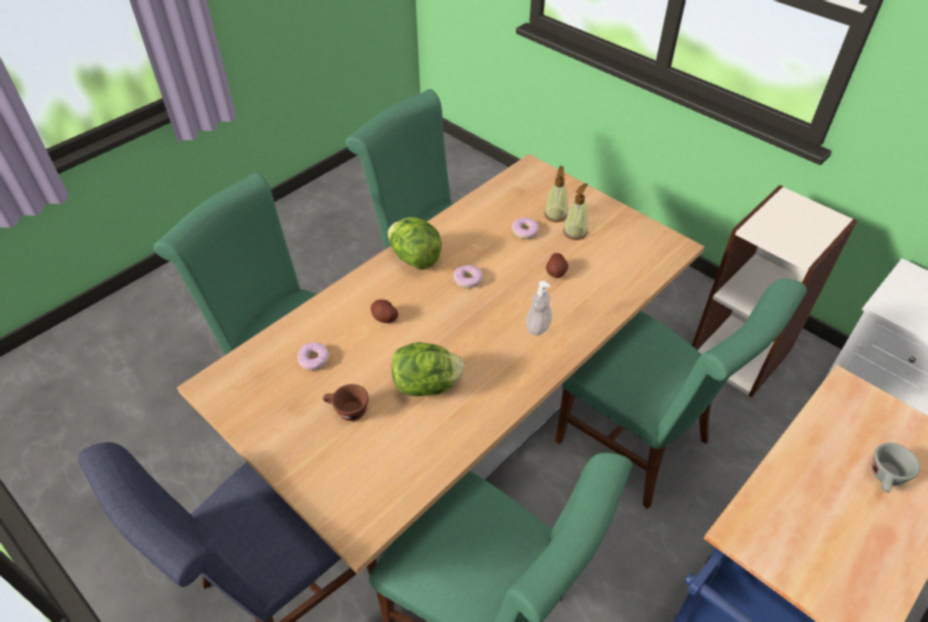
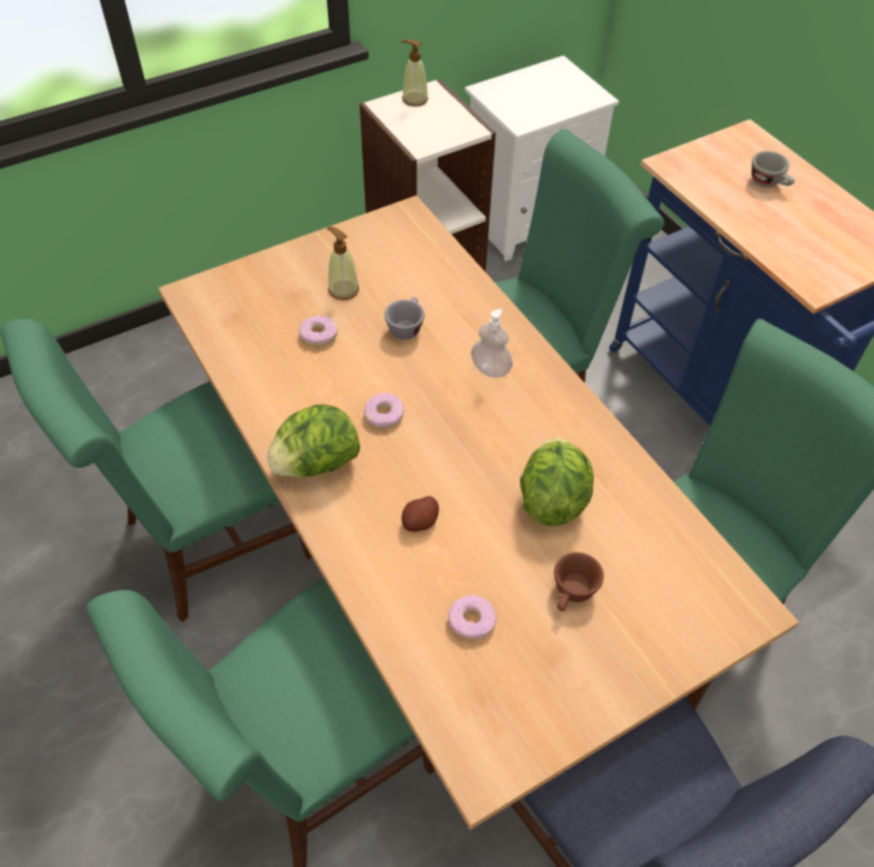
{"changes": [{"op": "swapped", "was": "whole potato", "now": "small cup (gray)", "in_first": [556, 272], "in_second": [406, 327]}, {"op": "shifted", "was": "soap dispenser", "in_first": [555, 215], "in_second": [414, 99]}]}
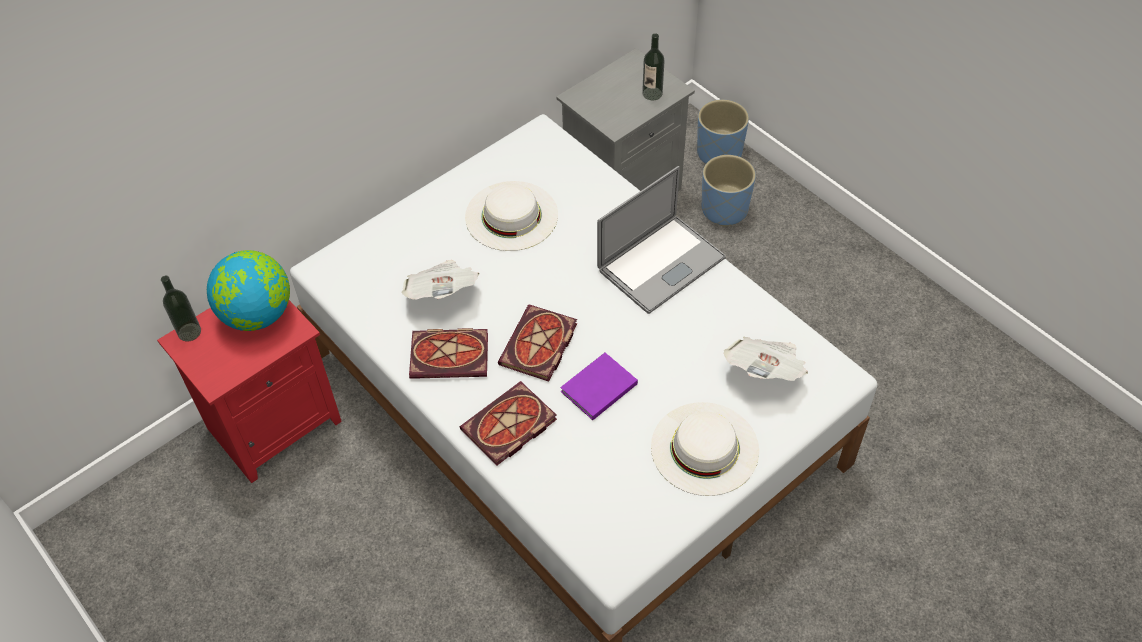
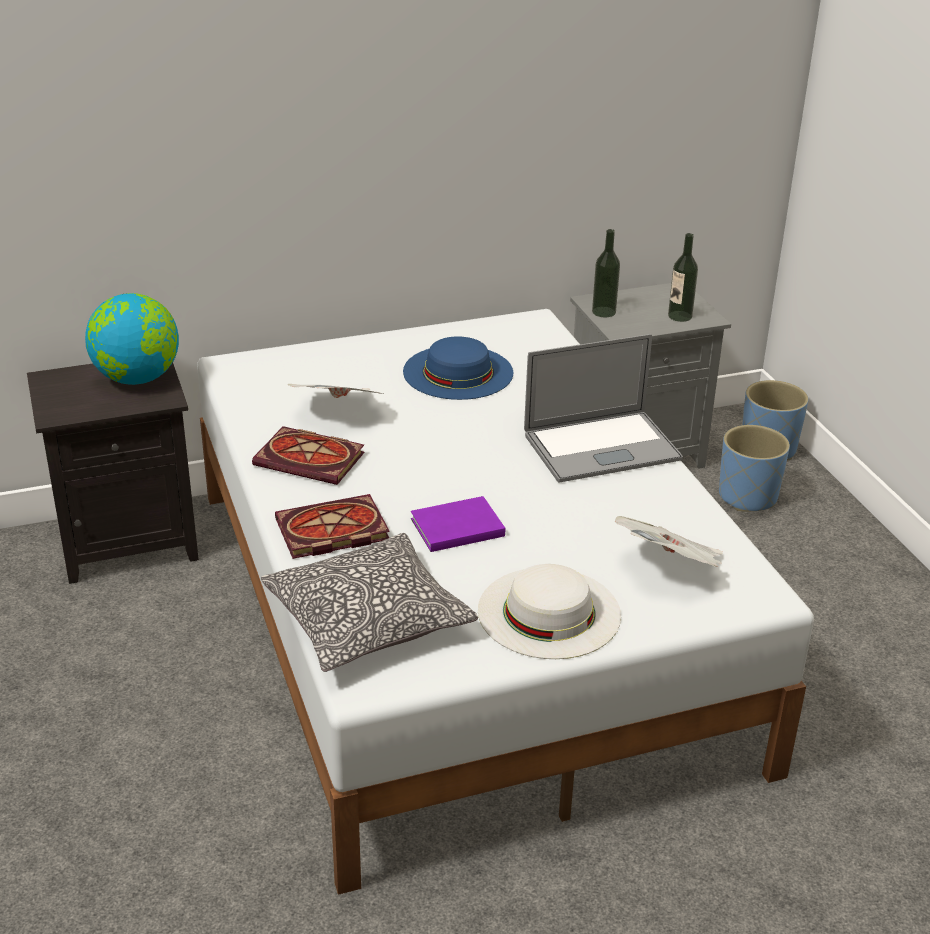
{"changes": [{"op": "repainted", "was": "bedside table (reddish)", "now": "bedside table (black-coloured)", "in_first": [274, 422], "in_second": [130, 541]}, {"op": "new", "now": "throw pillow", "in_second": [368, 619]}, {"op": "repainted", "was": "wearable hat (whitish)", "now": "wearable hat (blue-coloured)", "in_first": [511, 215], "in_second": [458, 372]}, {"op": "shifted", "was": "beverage bottle", "in_first": [189, 332], "in_second": [603, 312]}, {"op": "gone", "was": "bound book", "in_first": [539, 347]}]}
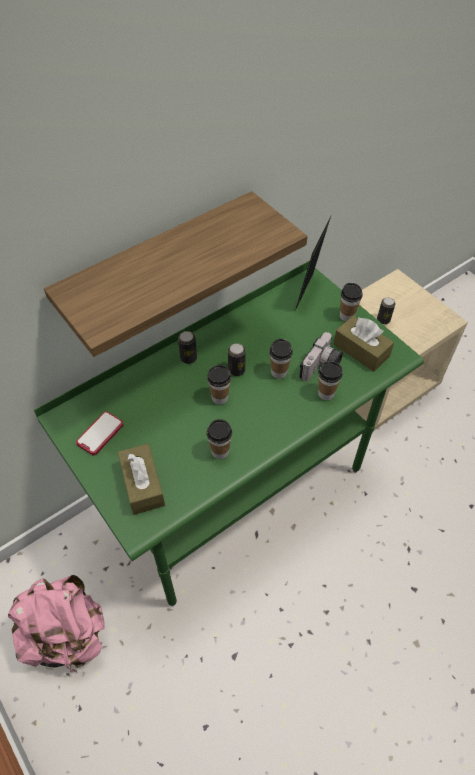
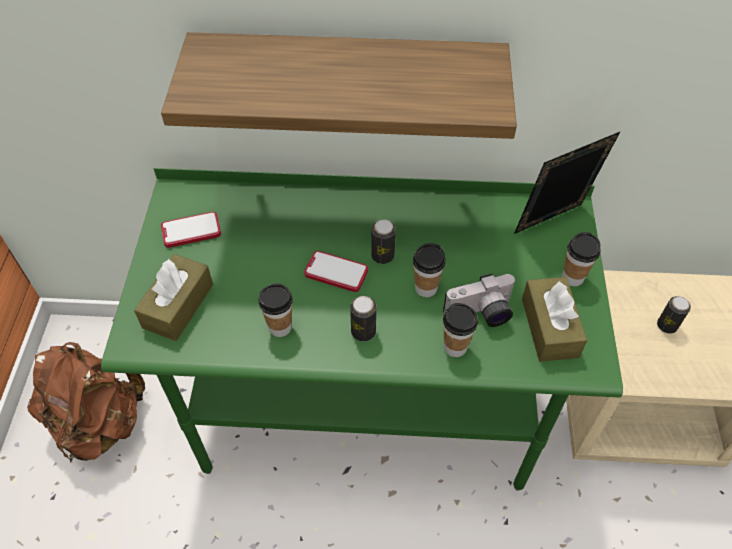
{"changes": [{"op": "repainted", "was": "rucksack (pinkish)", "now": "rucksack (brown)", "in_first": [66, 635], "in_second": [100, 423]}, {"op": "swapped", "was": "small cup", "now": "handset", "in_first": [220, 397], "in_second": [336, 272]}, {"op": "shifted", "was": "metal can", "in_first": [188, 358], "in_second": [363, 331]}]}
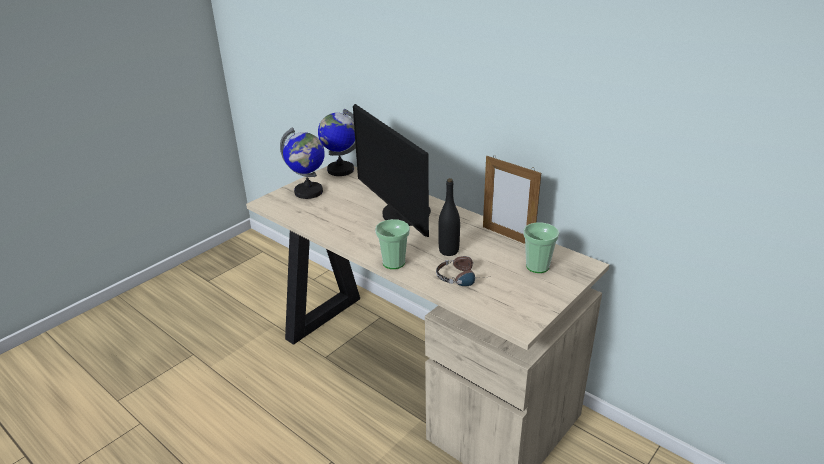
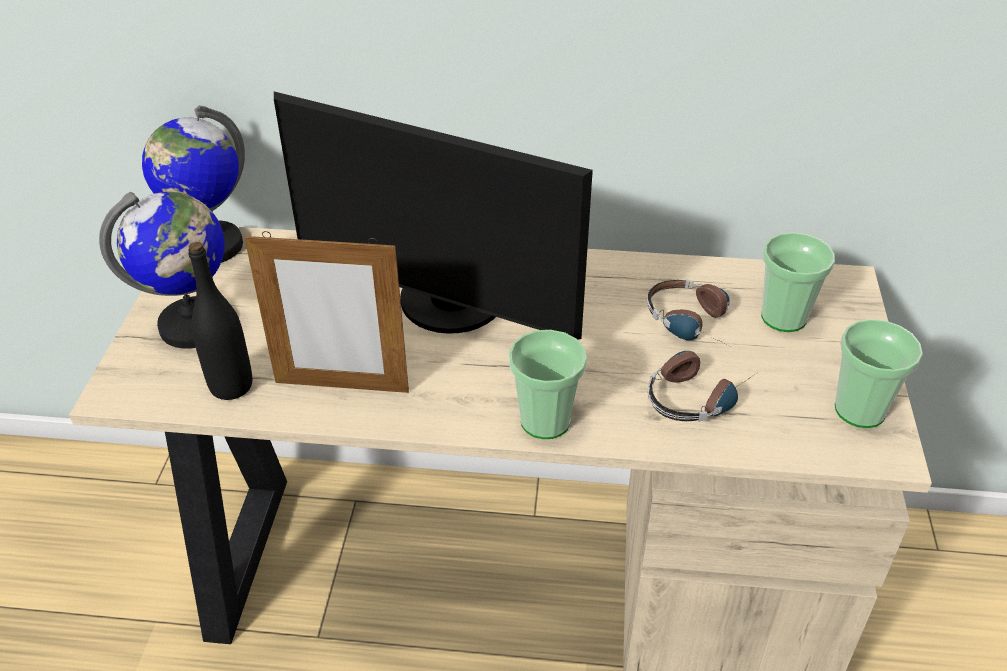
{"changes": [{"op": "shifted", "was": "beverage bottle (black-coloured)", "in_first": [448, 251], "in_second": [231, 386]}, {"op": "shifted", "was": "standing frame", "in_first": [507, 236], "in_second": [341, 386]}, {"op": "new", "now": "pair of headphones", "in_second": [696, 323]}, {"op": "new", "now": "small cup", "in_second": [859, 410]}]}
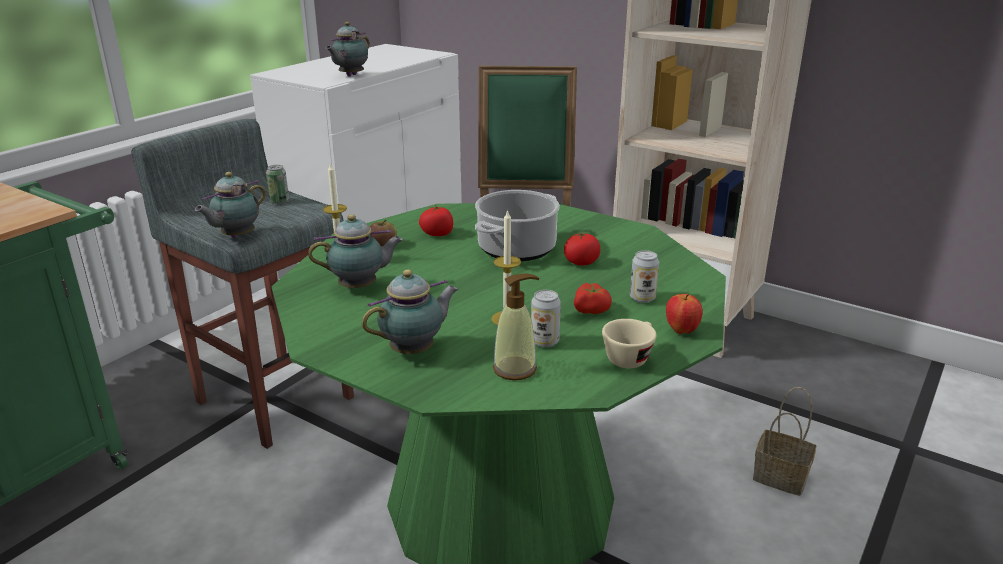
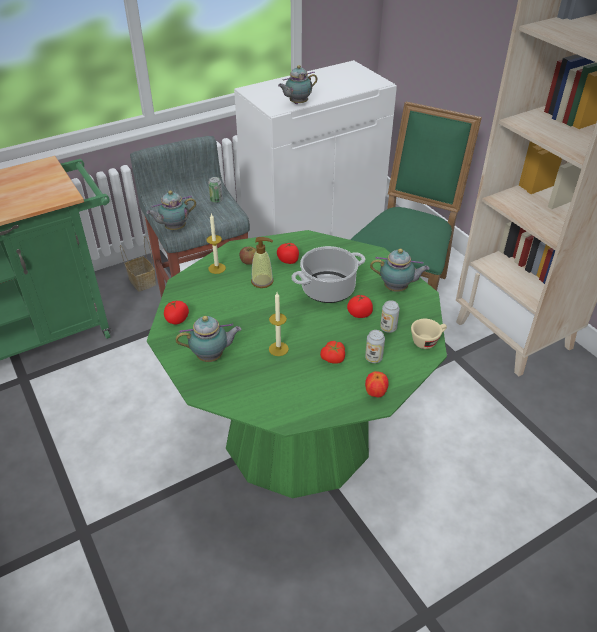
{"changes": [{"op": "shifted", "was": "basket", "in_first": [778, 477], "in_second": [141, 281]}, {"op": "new", "now": "tomato", "in_second": [177, 320]}, {"op": "shifted", "was": "soap dispenser", "in_first": [515, 369], "in_second": [262, 281]}, {"op": "shifted", "was": "pot for tea", "in_first": [361, 287], "in_second": [397, 288]}, {"op": "shifted", "was": "metal can", "in_first": [544, 341], "in_second": [388, 328]}, {"op": "shifted", "was": "small cup (beige-coloured)", "in_first": [630, 357], "in_second": [427, 341]}]}
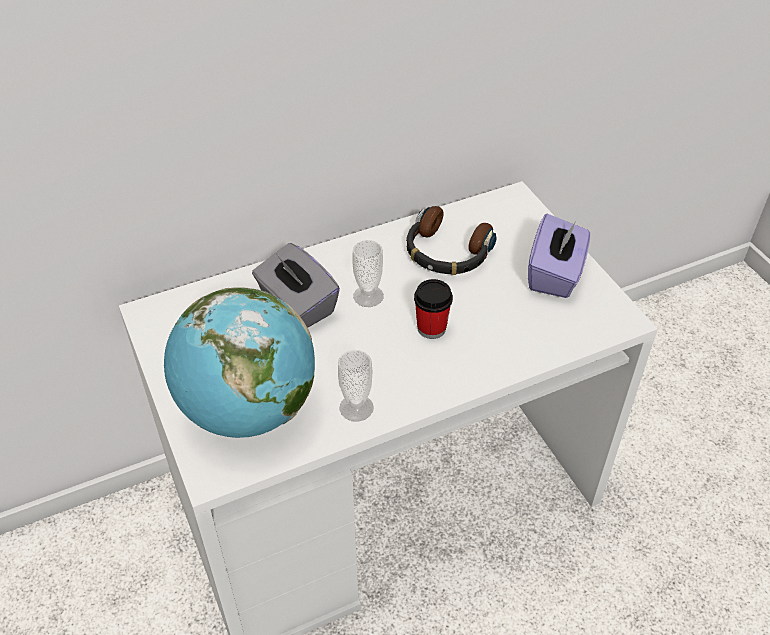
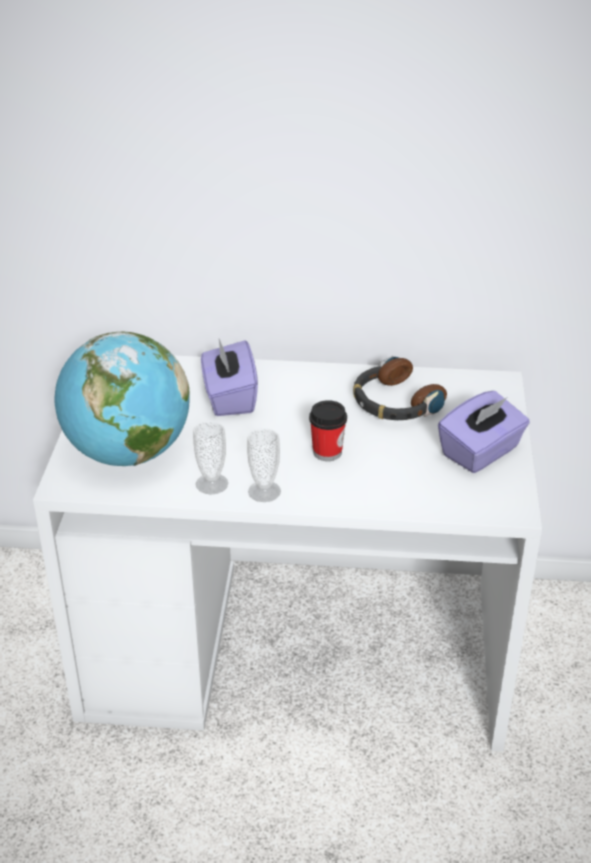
{"changes": [{"op": "repainted", "was": "tissue holder (gray)", "now": "tissue holder (purple-coloured)", "in_first": [297, 306], "in_second": [229, 398]}, {"op": "shifted", "was": "small cup", "in_first": [368, 296], "in_second": [264, 491]}]}
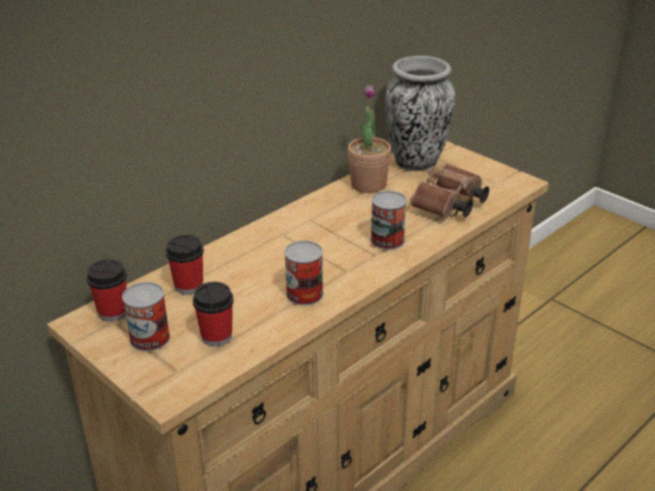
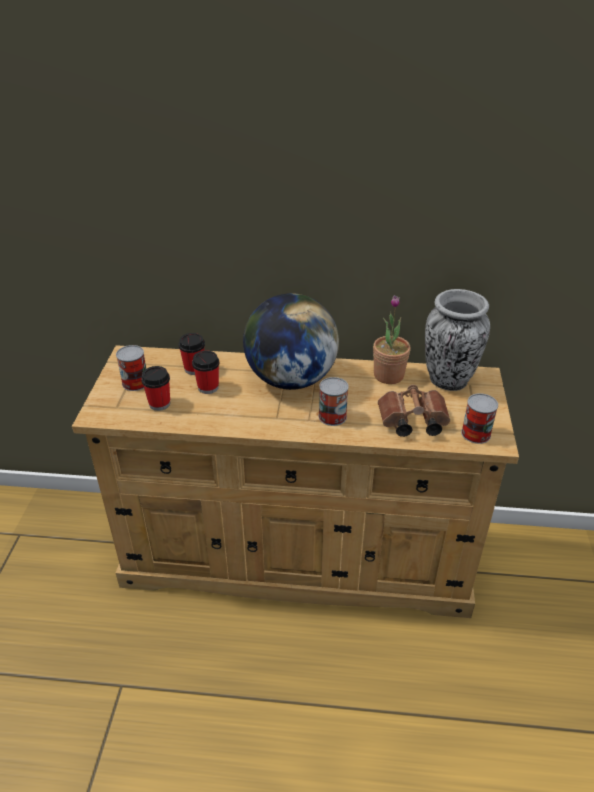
{"changes": [{"op": "shifted", "was": "small cup", "in_first": [113, 312], "in_second": [208, 387]}, {"op": "new", "now": "desk globe", "in_second": [291, 379]}, {"op": "shifted", "was": "metal can", "in_first": [304, 294], "in_second": [476, 433]}]}
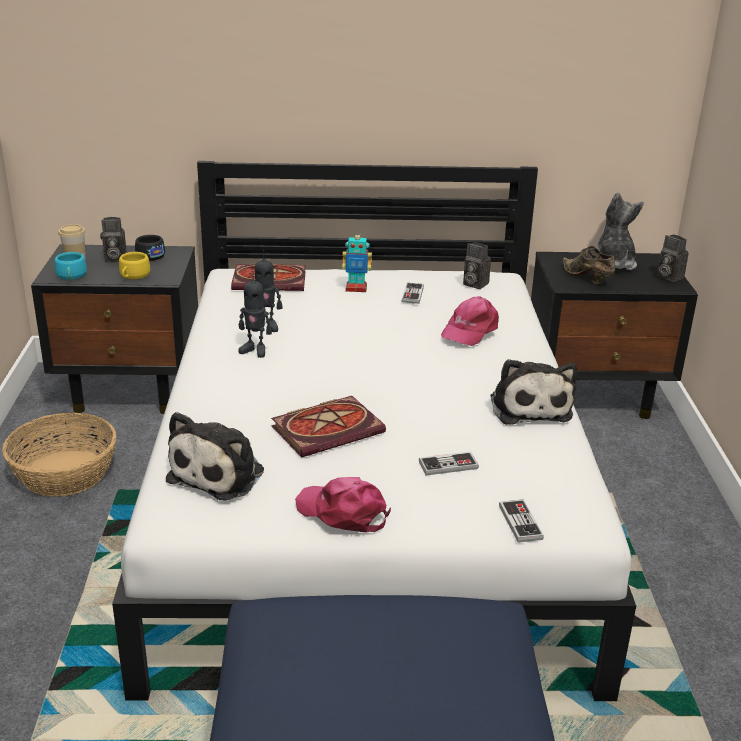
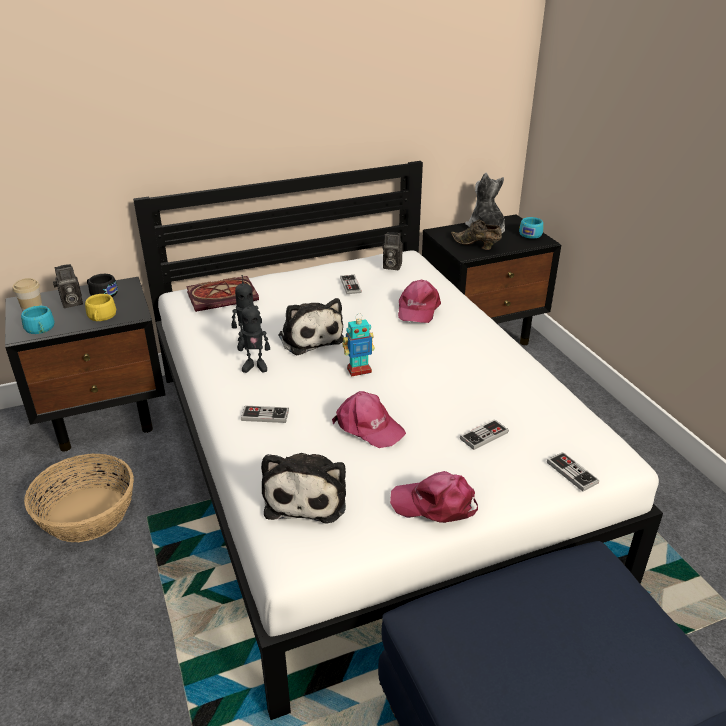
{"changes": [{"op": "new", "now": "game controller", "in_second": [265, 415]}, {"op": "shifted", "was": "cuddly toy", "in_first": [529, 406], "in_second": [309, 337]}, {"op": "swapped", "was": "bound book", "now": "cap (pinkish)", "in_first": [329, 429], "in_second": [368, 426]}, {"op": "shifted", "was": "toy robot", "in_first": [356, 288], "in_second": [359, 370]}, {"op": "swapped", "was": "photo camera", "now": "small cup (turquoise)", "in_first": [668, 277], "in_second": [531, 234]}]}
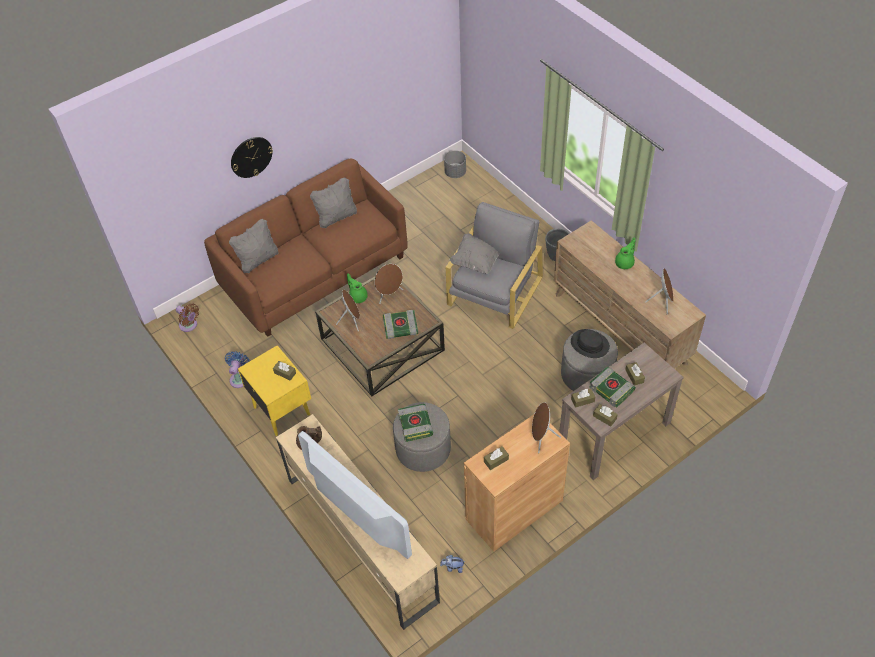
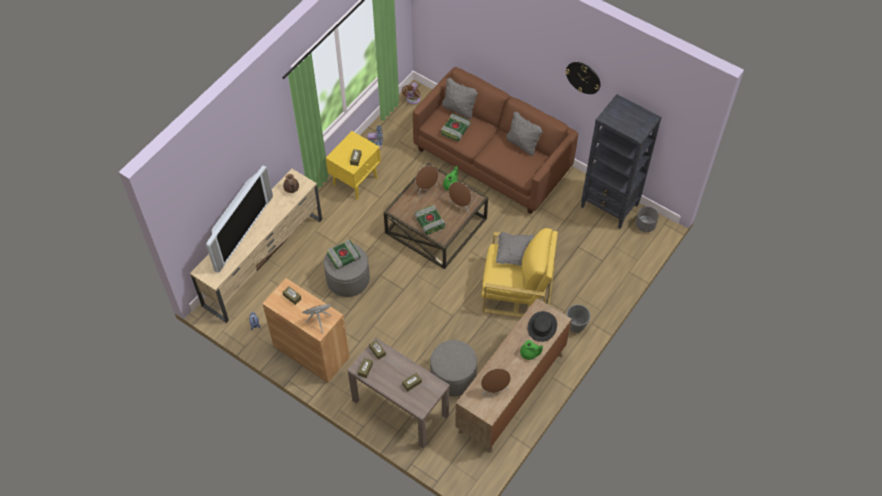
{"changes": [{"op": "shifted", "was": "bound book", "in_first": [612, 389], "in_second": [455, 130]}, {"op": "repainted", "was": "lounge chair (gray)", "now": "lounge chair (yellowish)", "in_first": [494, 291], "in_second": [518, 289]}, {"op": "shifted", "was": "wearable hat (black-coloured)", "in_first": [589, 344], "in_second": [542, 327]}, {"op": "shifted", "was": "wall clock", "in_first": [251, 157], "in_second": [583, 77]}, {"op": "new", "now": "bookshelf (black-coloured)", "in_second": [610, 206]}]}
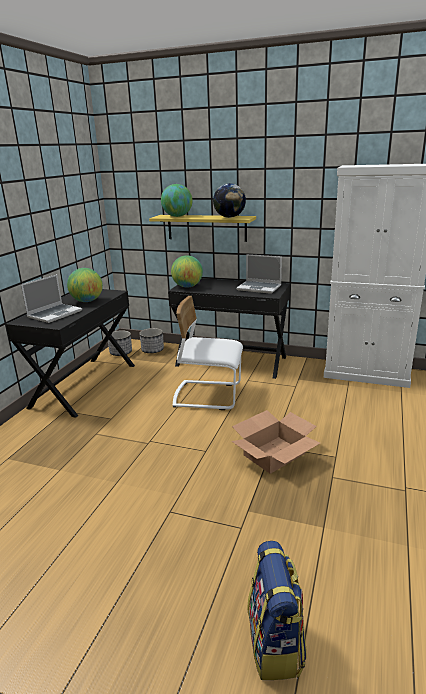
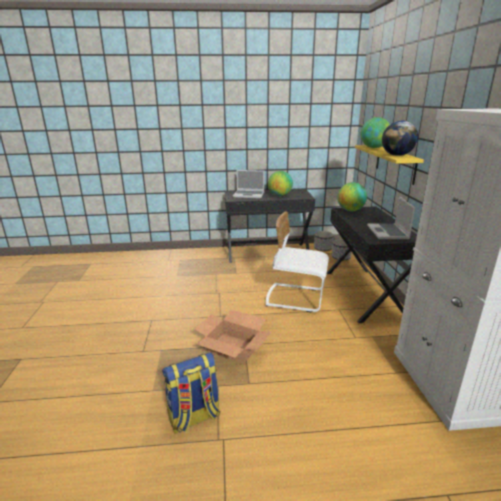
{"changes": [{"op": "shifted", "was": "rucksack", "in_first": [276, 644], "in_second": [194, 417]}, {"op": "rotated", "was": "chair (whitish)", "in_first": [208, 395], "in_second": [295, 297], "clockwise": -60}]}
